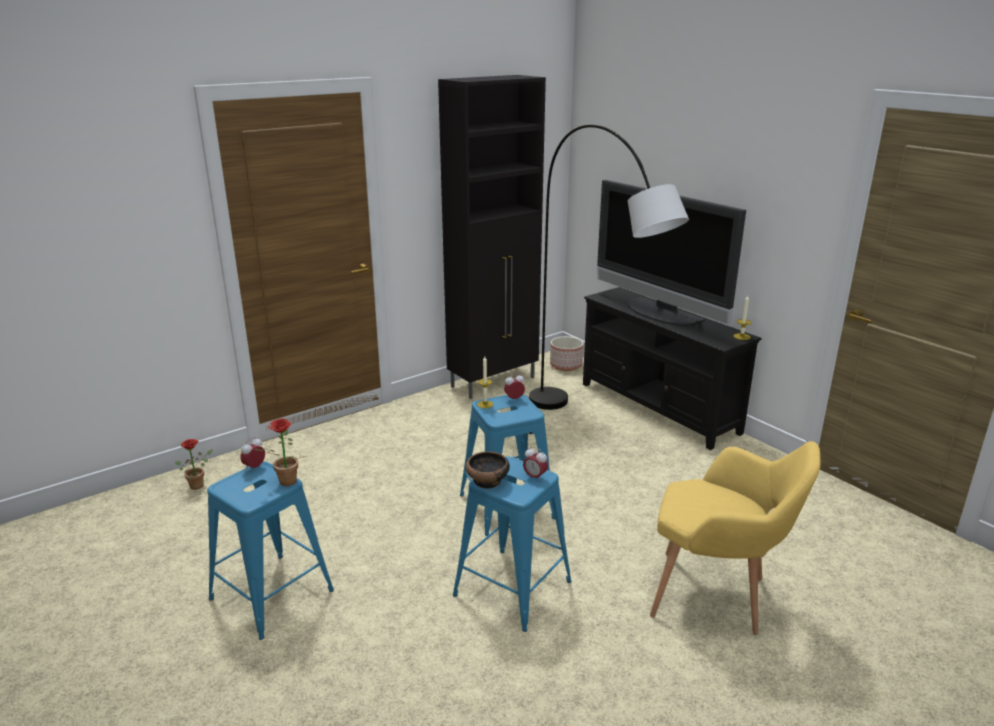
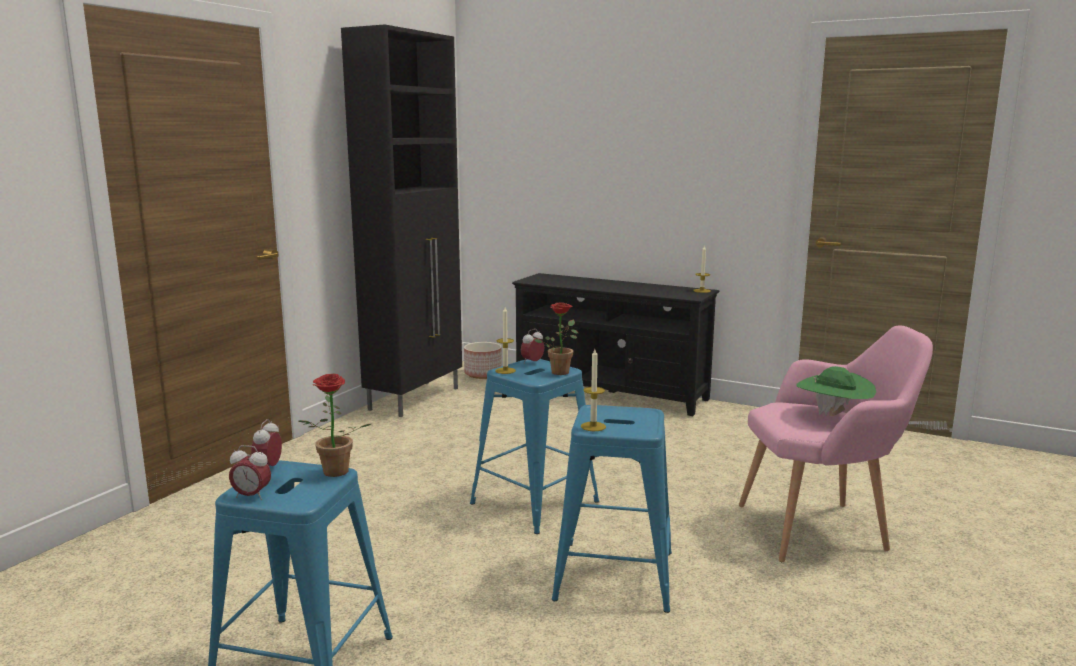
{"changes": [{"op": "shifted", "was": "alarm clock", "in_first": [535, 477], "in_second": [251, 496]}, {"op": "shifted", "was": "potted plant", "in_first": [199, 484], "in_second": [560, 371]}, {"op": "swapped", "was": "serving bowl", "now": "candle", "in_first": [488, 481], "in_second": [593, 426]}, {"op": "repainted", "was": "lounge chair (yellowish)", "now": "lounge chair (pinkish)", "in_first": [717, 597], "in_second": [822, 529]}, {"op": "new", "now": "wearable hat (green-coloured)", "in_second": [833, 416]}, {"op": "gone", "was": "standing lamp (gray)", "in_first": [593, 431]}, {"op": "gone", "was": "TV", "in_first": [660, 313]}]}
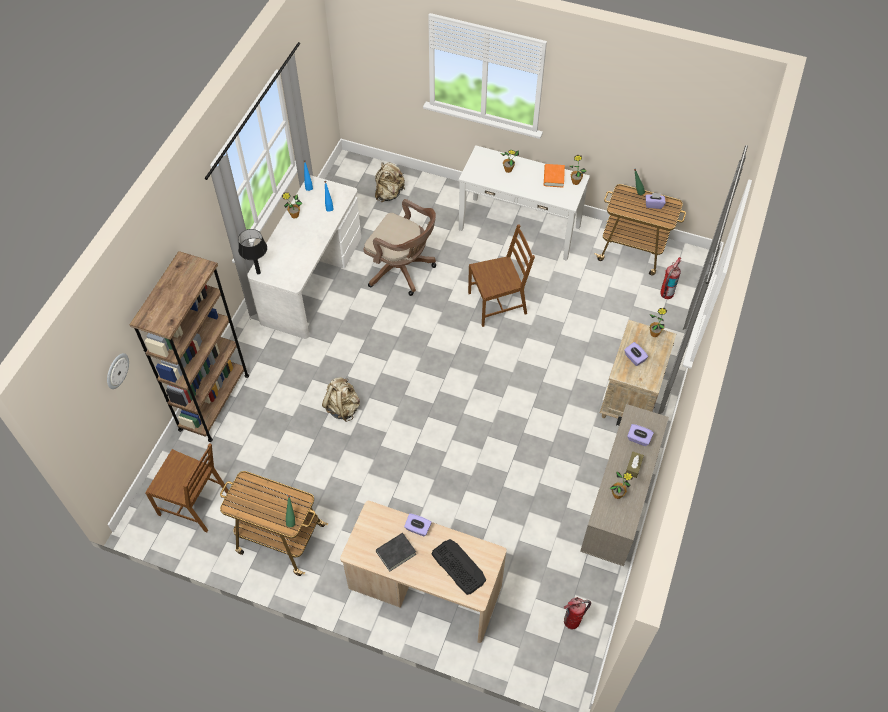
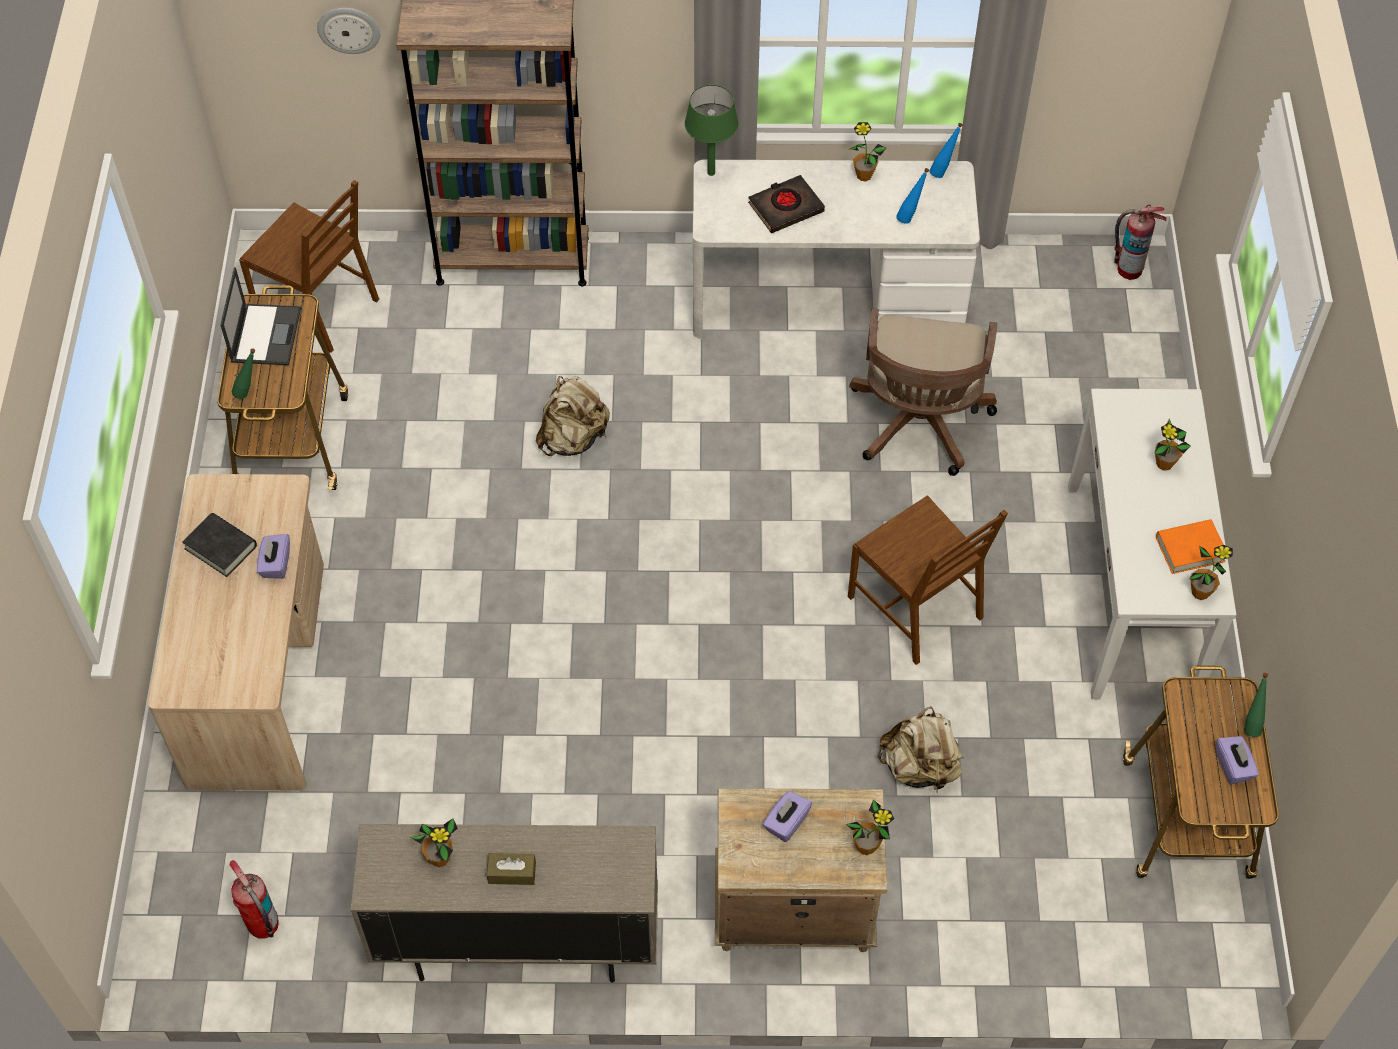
{"changes": [{"op": "new", "now": "portable computer", "in_second": [265, 334]}, {"op": "rotated", "was": "chair (brown)", "in_first": [195, 503], "in_second": [319, 307], "clockwise": -60}, {"op": "repainted", "was": "tabletop lamp (black-coloured)", "now": "tabletop lamp (green-coloured)", "in_first": [258, 272], "in_second": [711, 173]}, {"op": "new", "now": "bound book (black-coloured)", "in_second": [785, 207]}, {"op": "shifted", "was": "rucksack (beige-coloured)", "in_first": [389, 194], "in_second": [919, 767]}, {"op": "shifted", "was": "fire-fighting cylinder", "in_first": [666, 294], "in_second": [1129, 269]}, {"op": "gone", "was": "computer keyboard", "in_first": [458, 566]}, {"op": "gone", "was": "tissue holder (purple-coloured)", "in_first": [638, 439]}]}
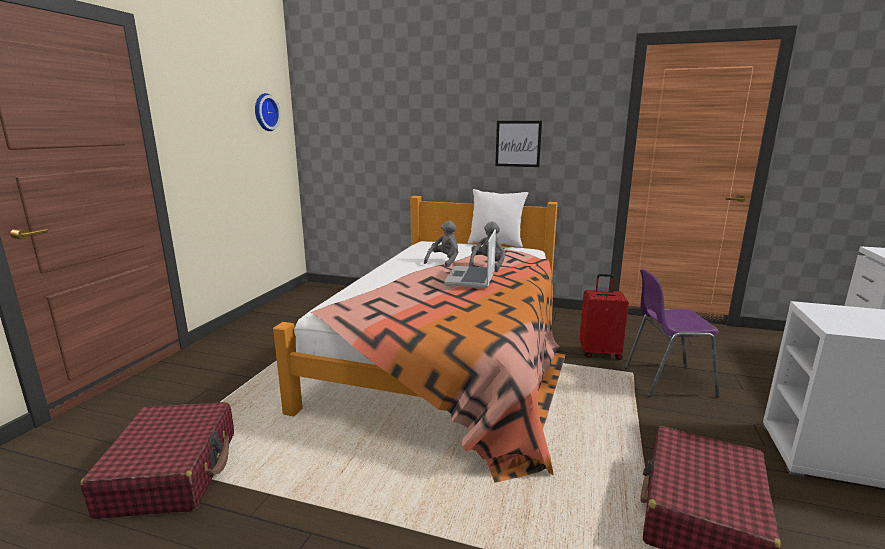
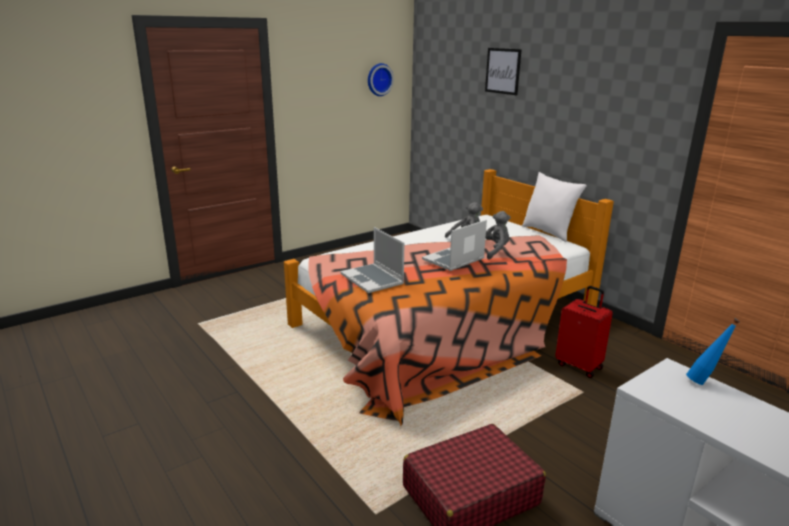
{"changes": [{"op": "new", "now": "portable computer", "in_second": [373, 279]}, {"op": "shifted", "was": "picture", "in_first": [518, 144], "in_second": [503, 71]}, {"op": "new", "now": "beverage bottle (blue-coloured)", "in_second": [704, 382]}, {"op": "gone", "was": "piece of luggage (reddish)", "in_first": [172, 472]}, {"op": "gone", "was": "chair (purple-coloured)", "in_first": [666, 381]}]}
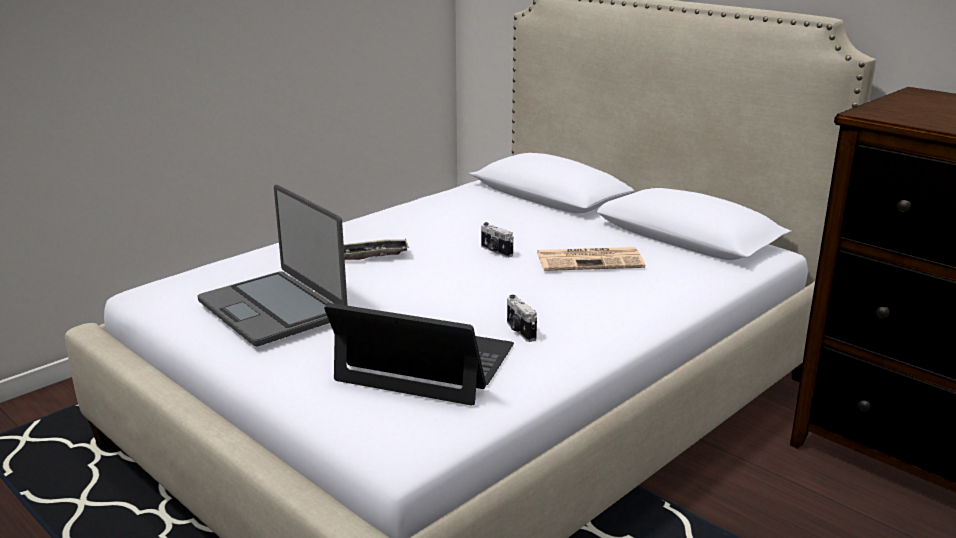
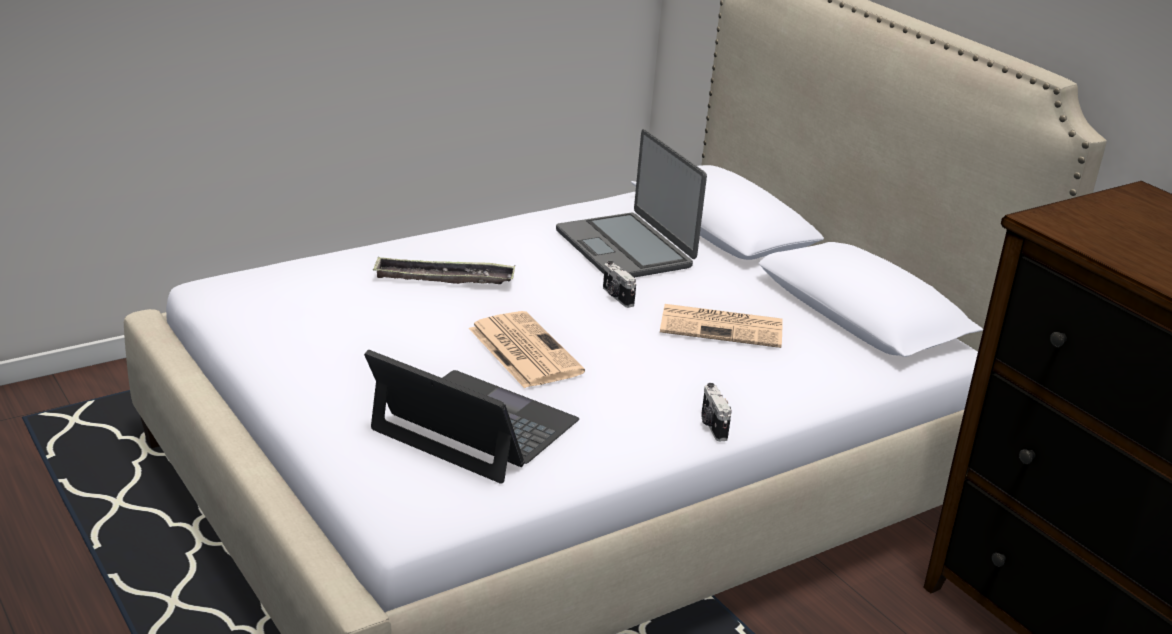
{"changes": [{"op": "new", "now": "newspaper", "in_second": [523, 350]}, {"op": "shifted", "was": "portable computer", "in_first": [273, 309], "in_second": [626, 248]}, {"op": "shifted", "was": "photo camera", "in_first": [519, 331], "in_second": [712, 426]}]}
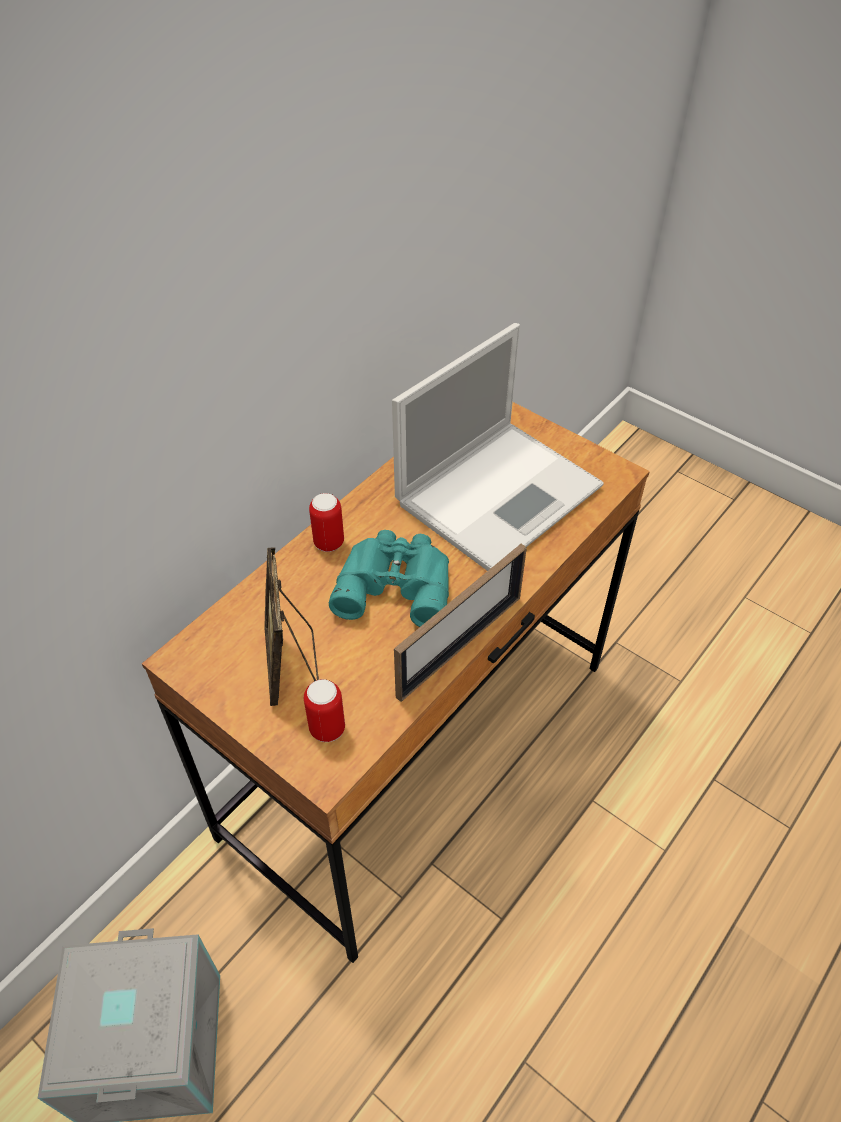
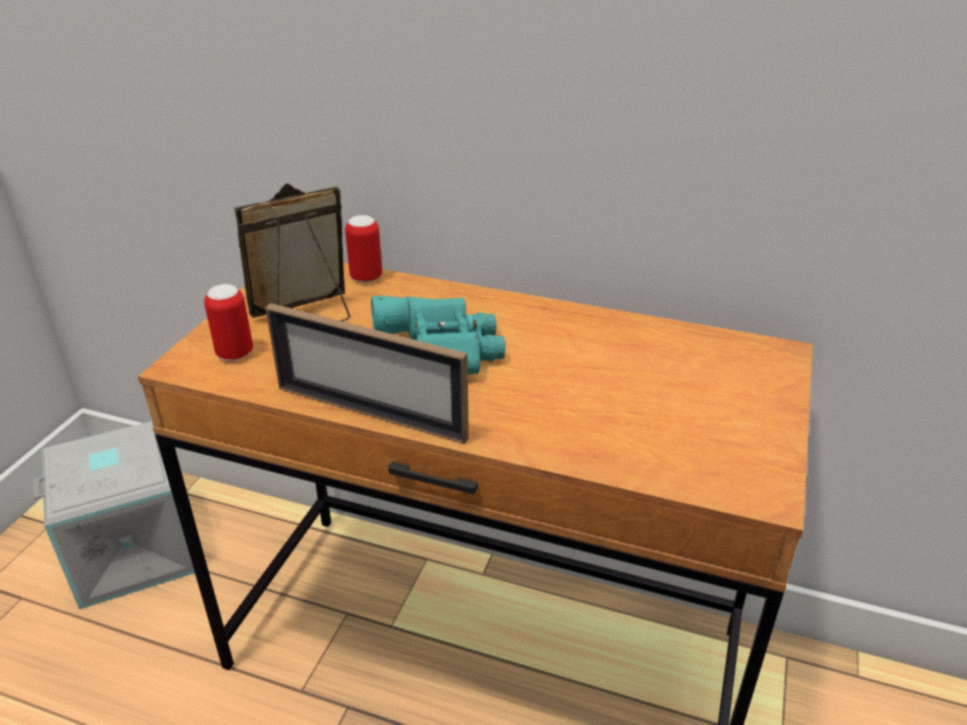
{"changes": [{"op": "shifted", "was": "metal can", "in_first": [329, 543], "in_second": [366, 277]}, {"op": "gone", "was": "portable computer", "in_first": [501, 492]}]}
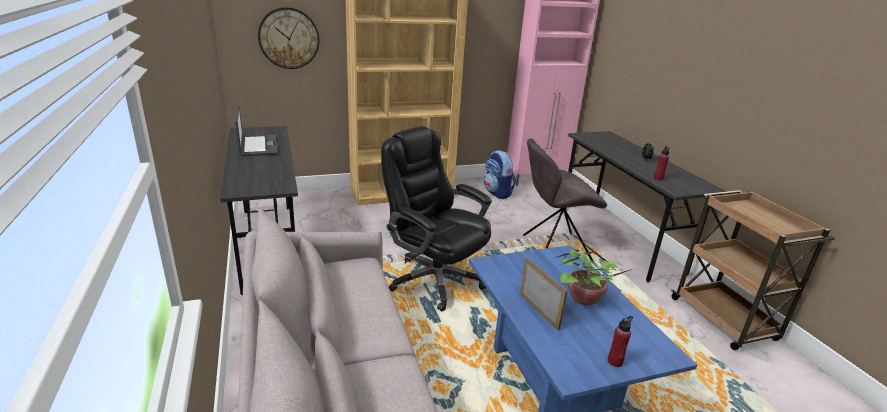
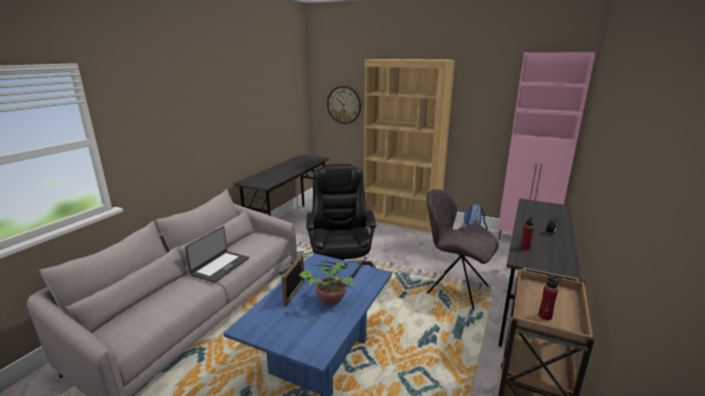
{"changes": [{"op": "shifted", "was": "portable computer", "in_first": [257, 146], "in_second": [220, 266]}, {"op": "shifted", "was": "beverage bottle (reddish)", "in_first": [615, 361], "in_second": [545, 316]}]}
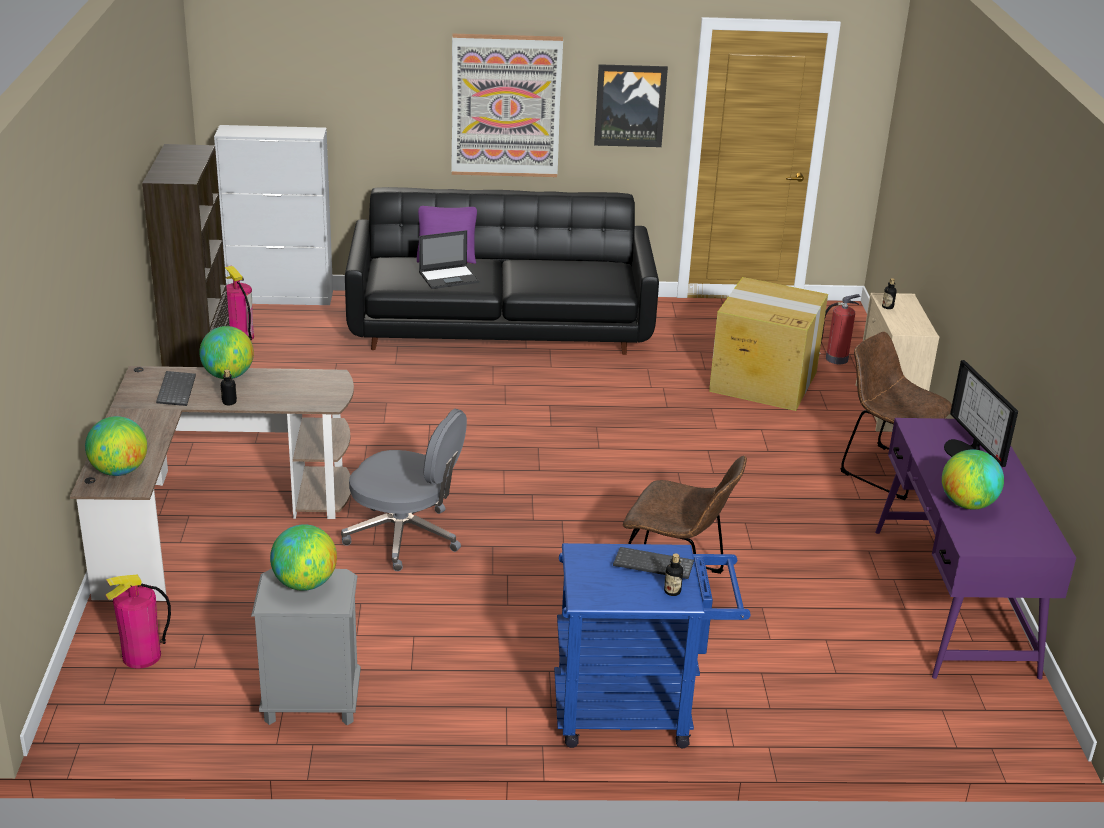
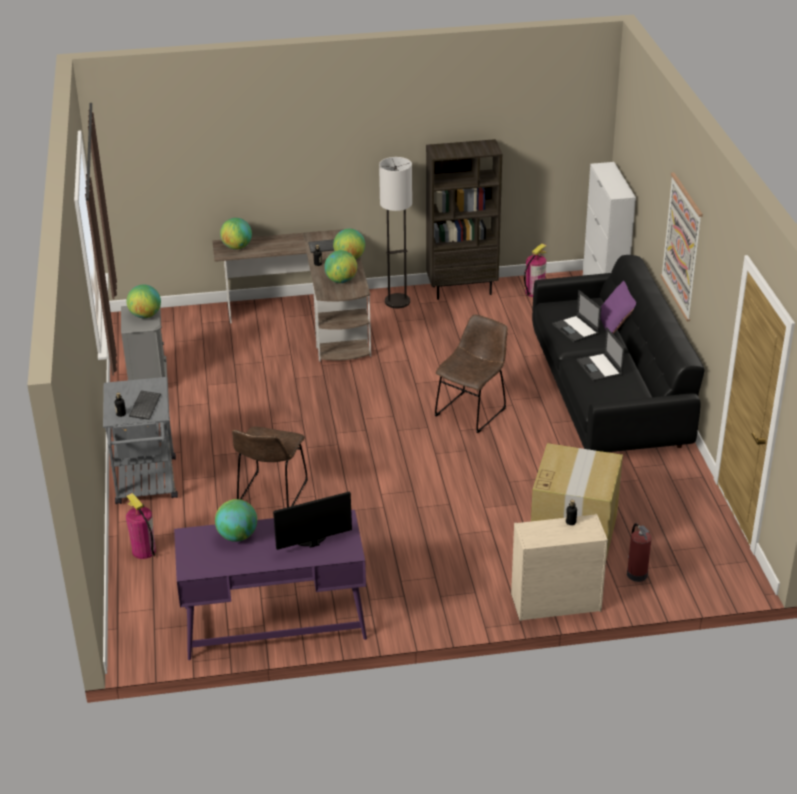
{"changes": [{"op": "repainted", "was": "trolley (blue-coloured)", "now": "trolley (gray)", "in_first": [637, 711], "in_second": [146, 485]}, {"op": "shifted", "was": "fire-fighting cylinder", "in_first": [142, 656], "in_second": [144, 551]}, {"op": "new", "now": "desk globe", "in_second": [341, 281]}, {"op": "new", "now": "standing lamp", "in_second": [397, 301]}, {"op": "shifted", "was": "chair (brown)", "in_first": [886, 470], "in_second": [472, 410]}, {"op": "new", "now": "portable computer", "in_second": [600, 368]}, {"op": "gone", "was": "computer chair (gray)", "in_first": [405, 536]}, {"op": "gone", "was": "picture", "in_first": [630, 105]}]}
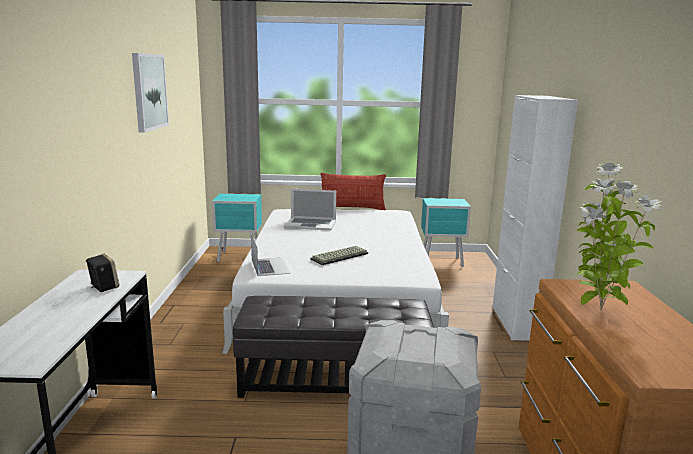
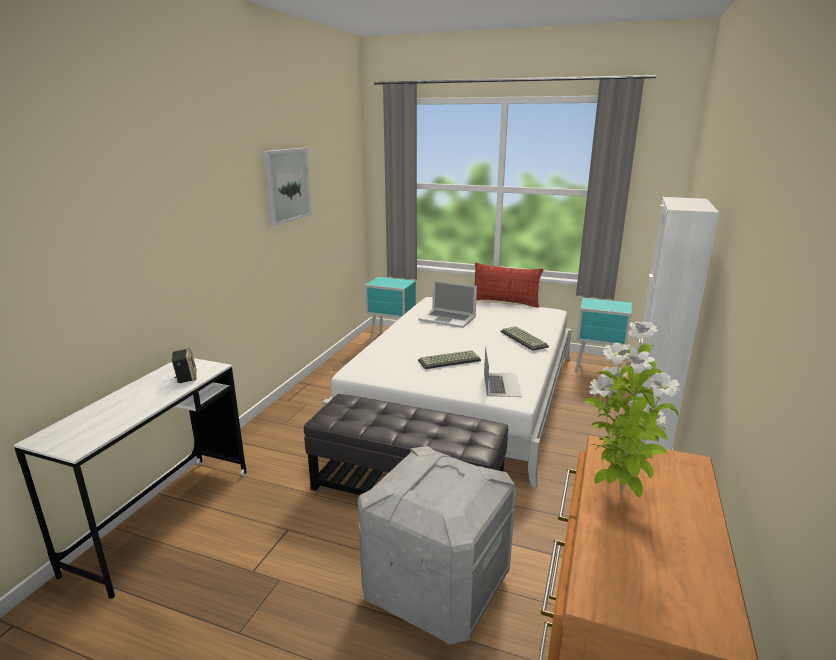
{"changes": [{"op": "shifted", "was": "portable computer", "in_first": [270, 266], "in_second": [502, 384]}, {"op": "new", "now": "computer keyboard", "in_second": [524, 339]}]}
